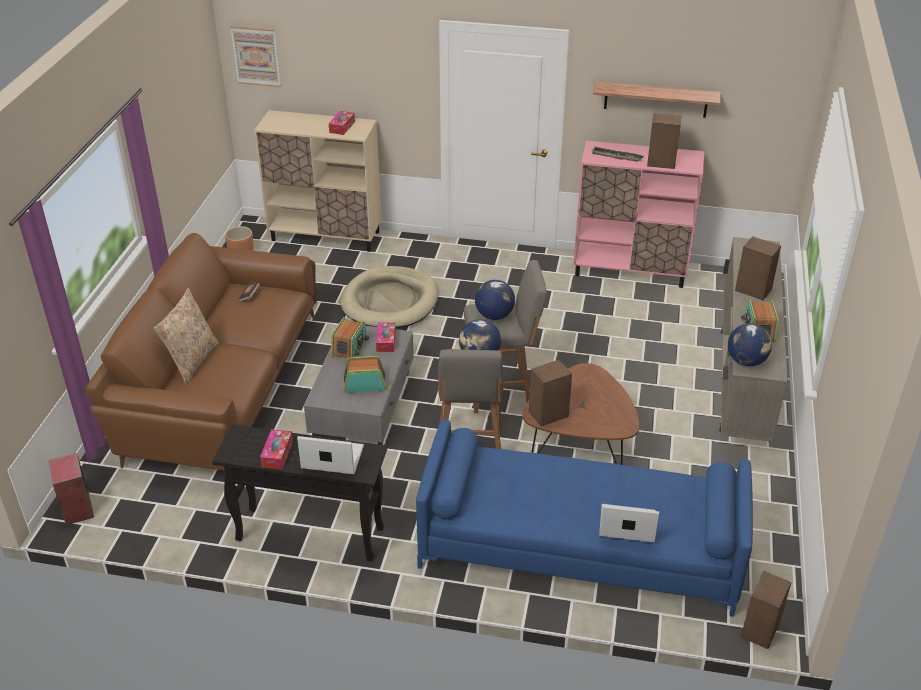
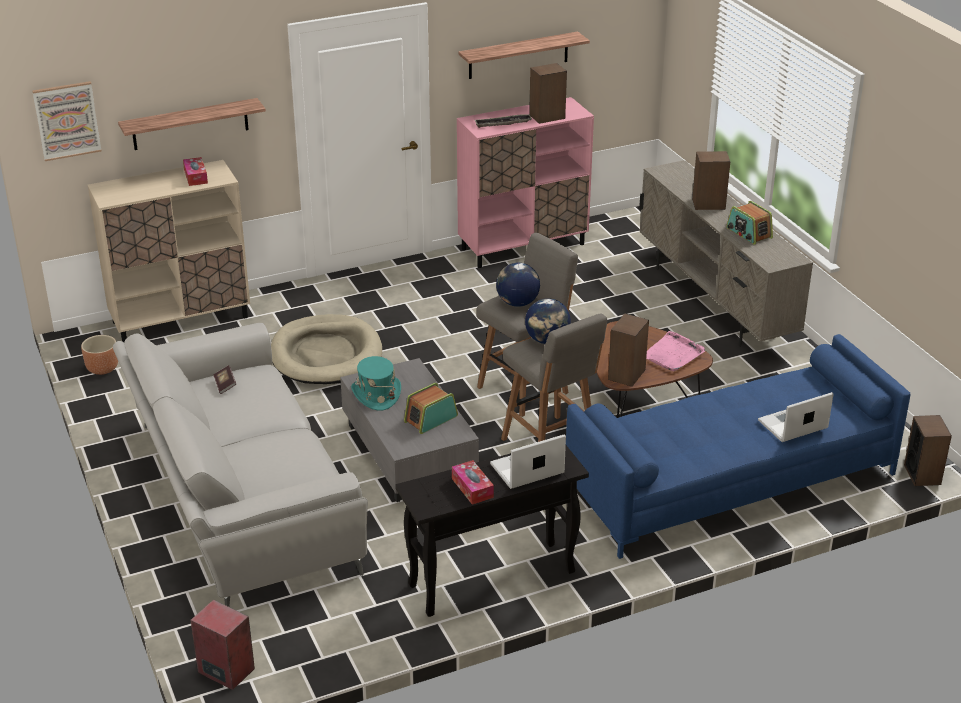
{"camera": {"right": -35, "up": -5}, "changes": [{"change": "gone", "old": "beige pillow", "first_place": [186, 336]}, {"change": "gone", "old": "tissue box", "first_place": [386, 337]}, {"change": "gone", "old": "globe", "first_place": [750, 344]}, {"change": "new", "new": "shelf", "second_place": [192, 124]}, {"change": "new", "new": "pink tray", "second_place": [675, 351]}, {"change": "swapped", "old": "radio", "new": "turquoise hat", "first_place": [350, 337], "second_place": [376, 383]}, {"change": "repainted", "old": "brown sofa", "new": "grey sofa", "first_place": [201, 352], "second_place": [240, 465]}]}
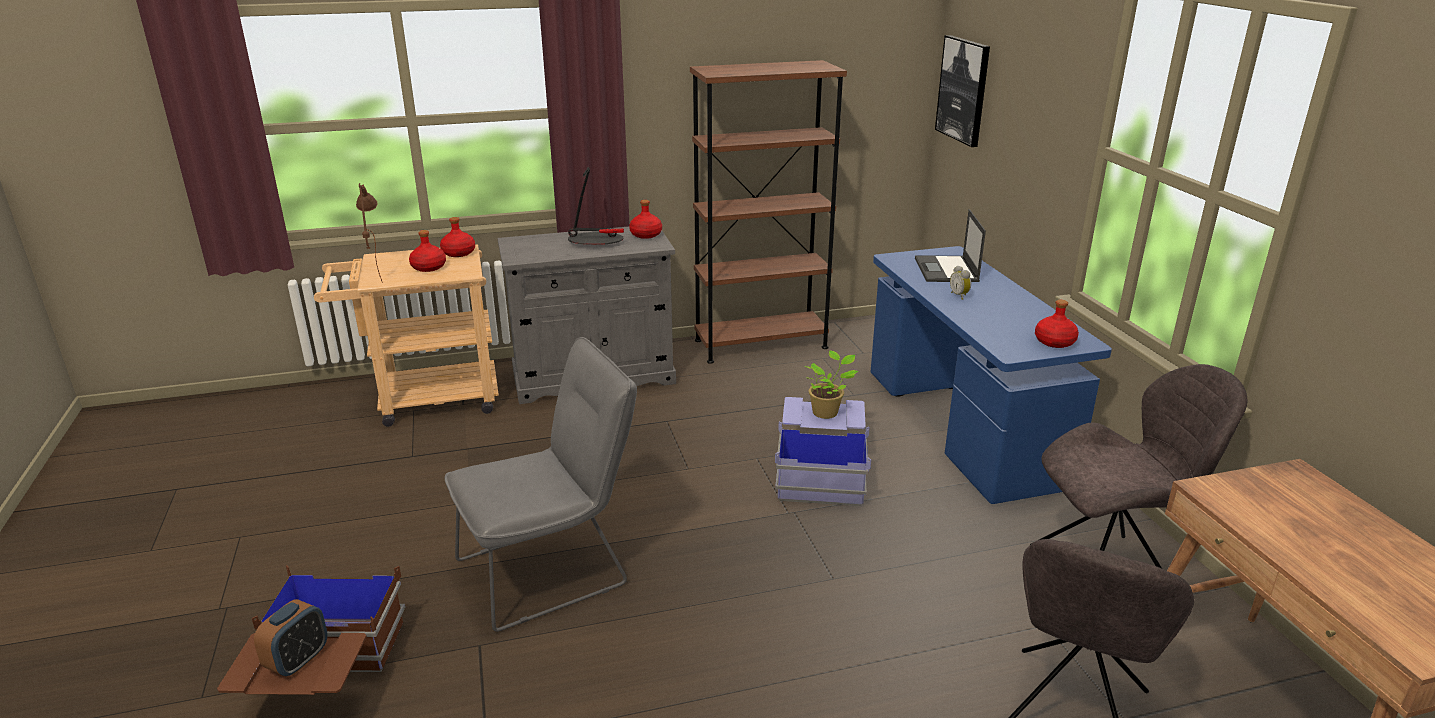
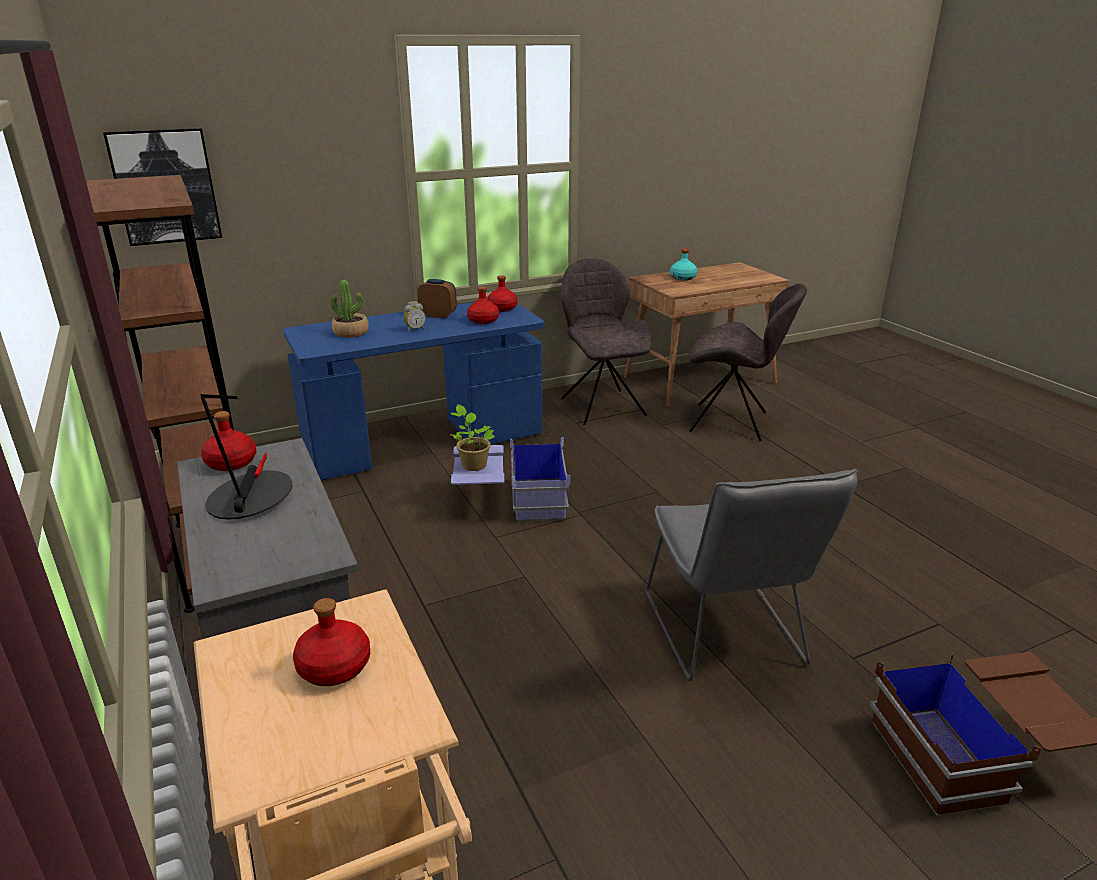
{"camera": {"right": -100, "up": 0}, "changes": [{"change": "gone", "old": "brown table lamp", "first_place": [369, 233]}, {"change": "new", "new": "turquoise bottle", "second_place": [683, 264]}, {"change": "shifted", "old": "alarm clock", "first_place": [290, 637], "second_place": [437, 298]}, {"change": "shifted", "old": "red bottle", "first_place": [457, 237], "second_place": [483, 305]}, {"change": "swapped", "old": "laptop", "new": "potted plant", "first_place": [950, 245], "second_place": [350, 309]}, {"change": "rotated", "old": "grey chair", "first_place": [541, 484], "second_place": [752, 575], "degrees": -150}]}
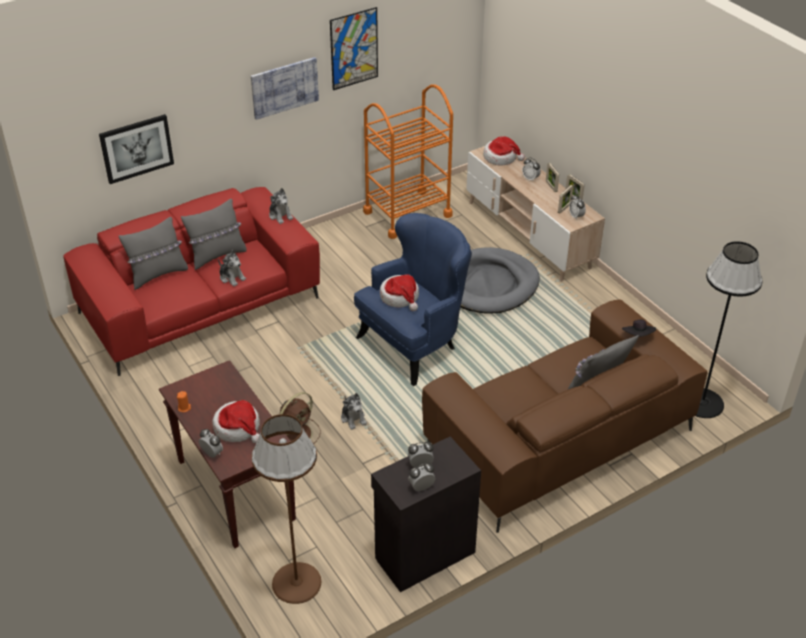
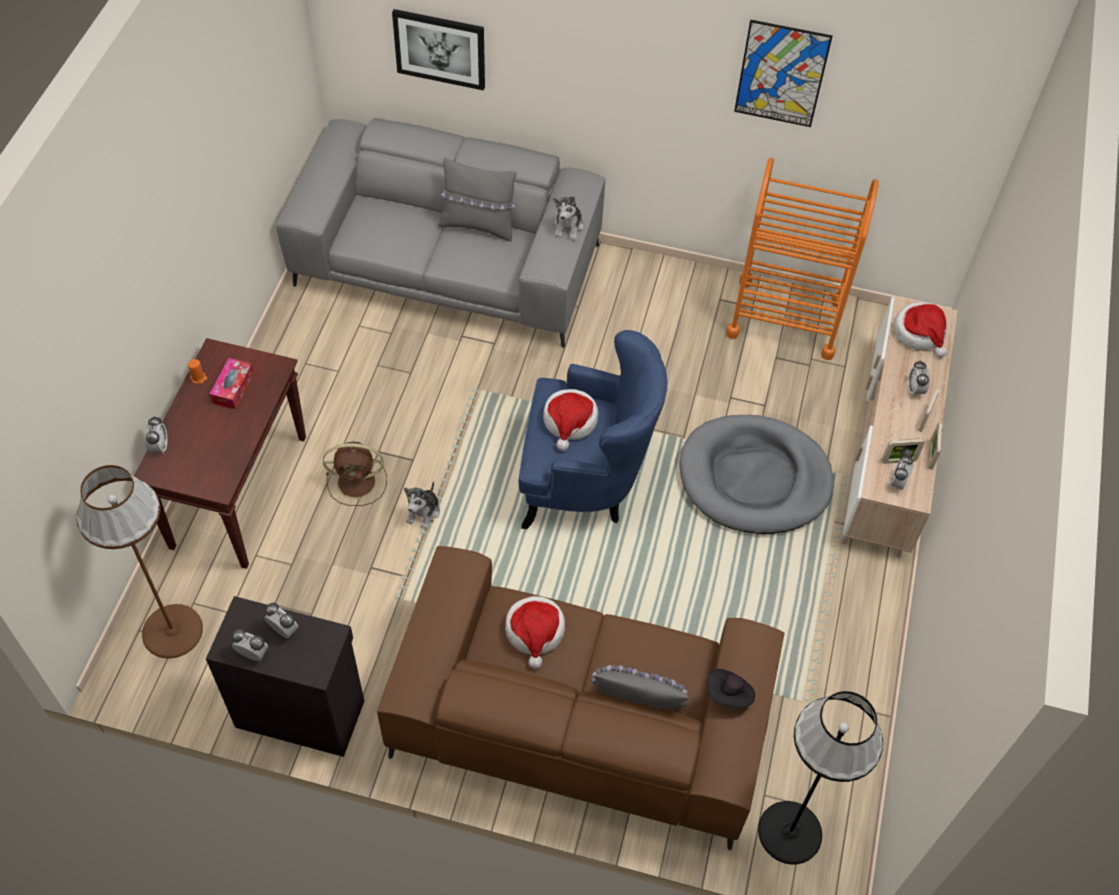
{"camera": {"right": 45, "up": 15}, "changes": [{"change": "gone", "old": "grey pillow", "first_place": [153, 253]}, {"change": "gone", "old": "plush toy", "first_place": [232, 268]}, {"change": "gone", "old": "picture", "first_place": [285, 88]}, {"change": "new", "new": "tissue box", "second_place": [232, 383]}, {"change": "shifted", "old": "hat", "first_place": [236, 422], "second_place": [535, 632]}, {"change": "repainted", "old": "red sofa", "new": "grey sofa", "first_place": [191, 281], "second_place": [440, 233]}]}
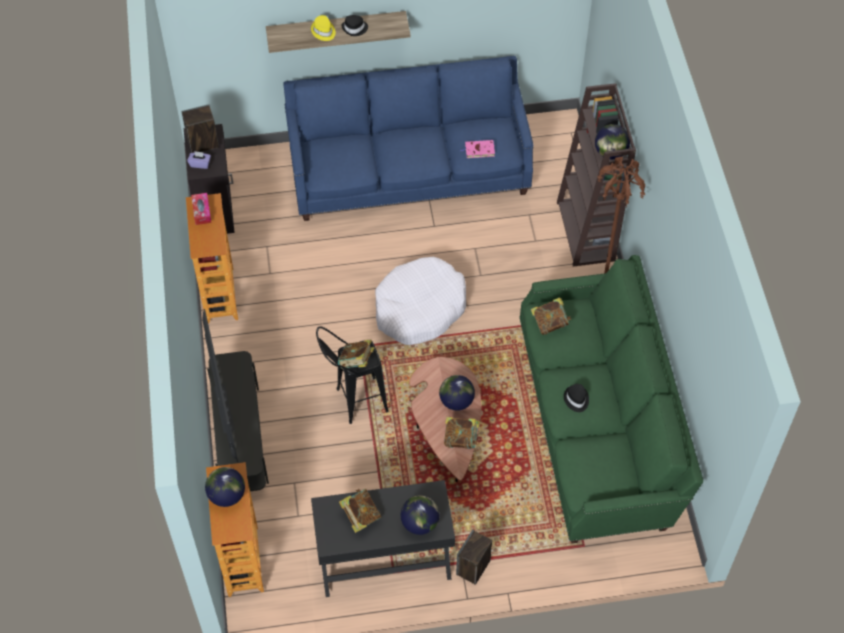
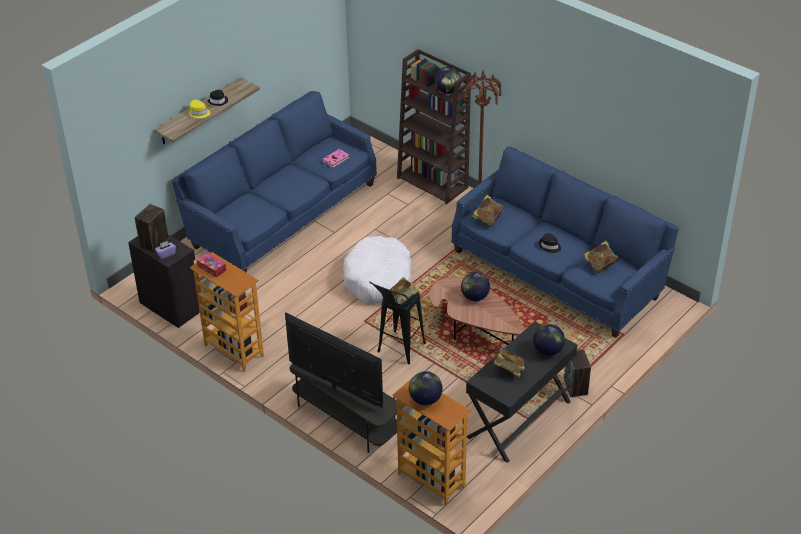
{"camera": {"right": -40, "up": -15}, "changes": [{"change": "shifted", "old": "book", "first_place": [462, 433], "second_place": [601, 257]}, {"change": "repainted", "old": "green sofa", "new": "blue sofa", "first_place": [611, 399], "second_place": [565, 242]}]}
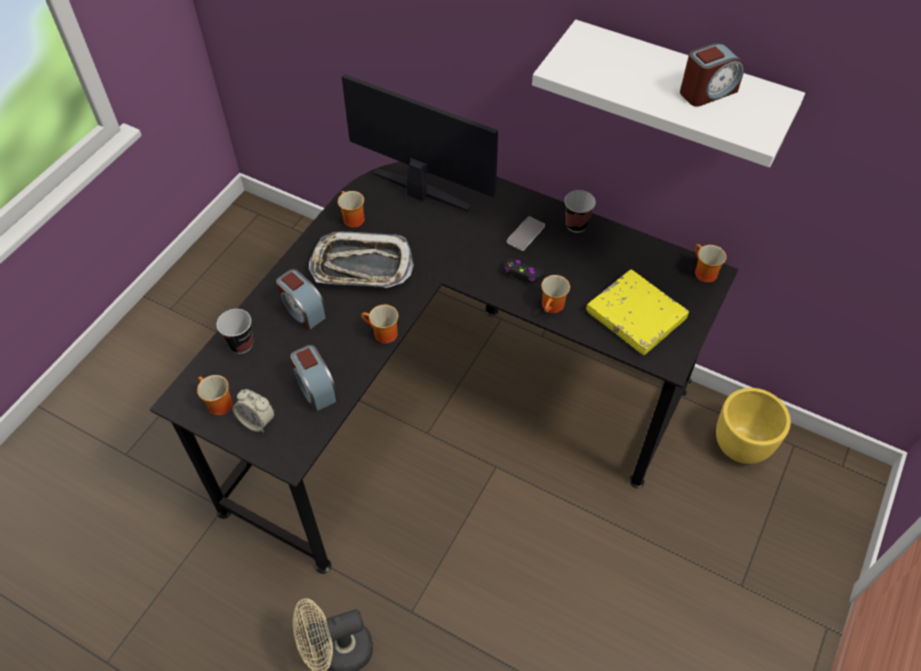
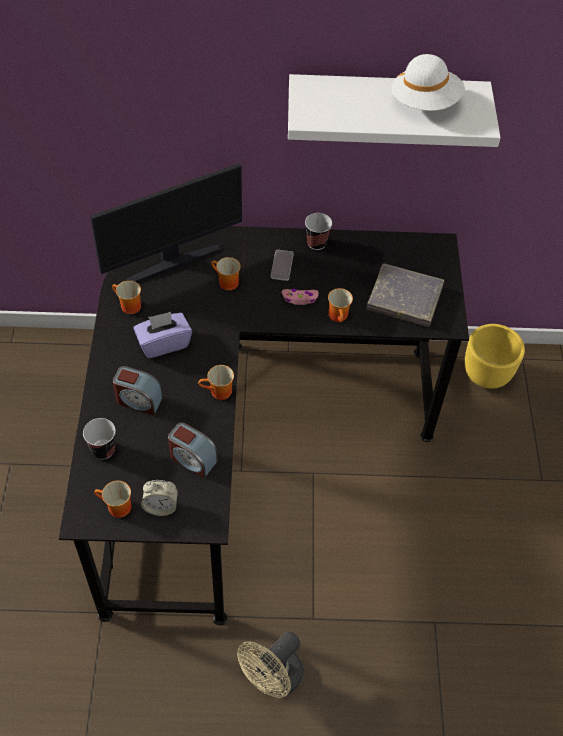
{"camera": {"right": -30, "up": 0}, "changes": [{"change": "shifted", "old": "mug", "first_place": [710, 263], "second_place": [226, 273]}, {"change": "swapped", "old": "tray", "new": "purple tissue box", "first_place": [361, 259], "second_place": [162, 335]}, {"change": "swapped", "old": "alarm clock", "new": "white hat", "first_place": [712, 75], "second_place": [428, 82]}, {"change": "repainted", "old": "black game controller", "new": "pink game controller", "first_place": [525, 270], "second_place": [300, 297]}, {"change": "repainted", "old": "yellow book", "new": "grey book", "first_place": [637, 312], "second_place": [405, 295]}, {"change": "rotated", "old": "monitor", "first_place": [420, 143], "second_place": [166, 223], "degrees": 150}]}
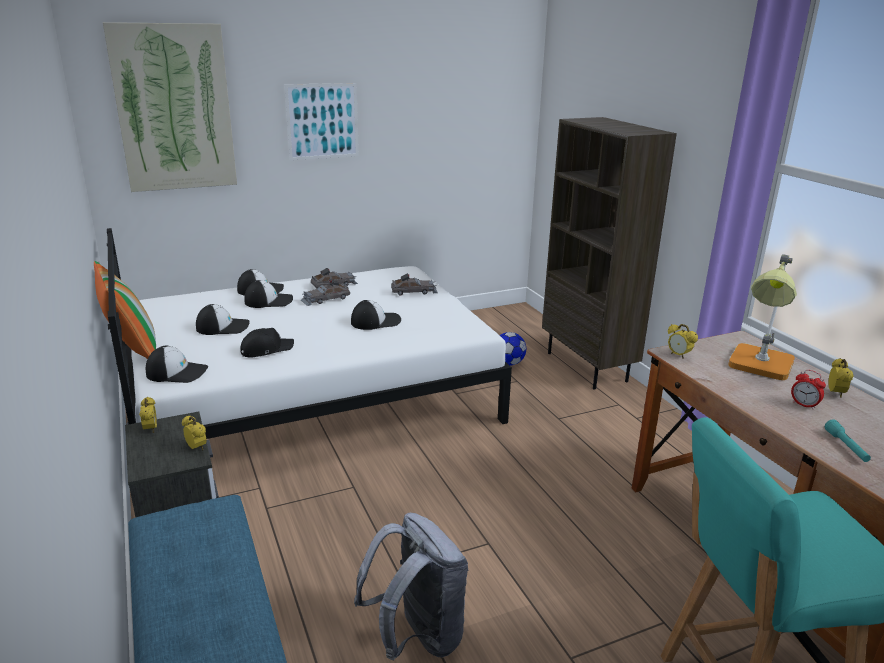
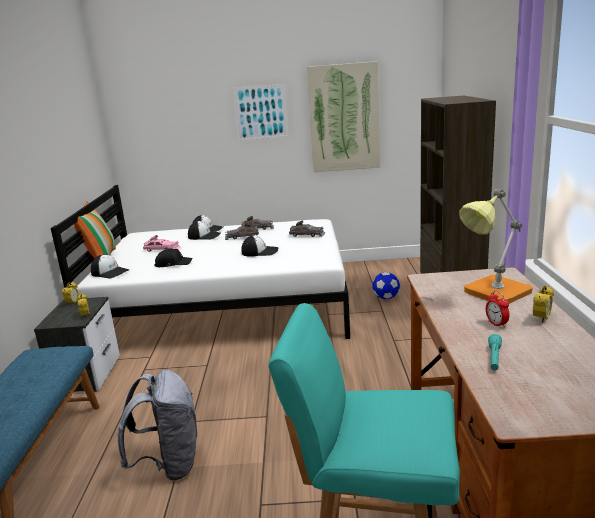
{"camera": {"right": 25, "up": -5}, "changes": [{"change": "gone", "old": "alarm clock", "first_place": [683, 341]}, {"change": "shifted", "old": "picture", "first_place": [170, 107], "second_place": [343, 116]}, {"change": "swapped", "old": "cap", "new": "pink toy car", "first_place": [223, 319], "second_place": [162, 243]}]}
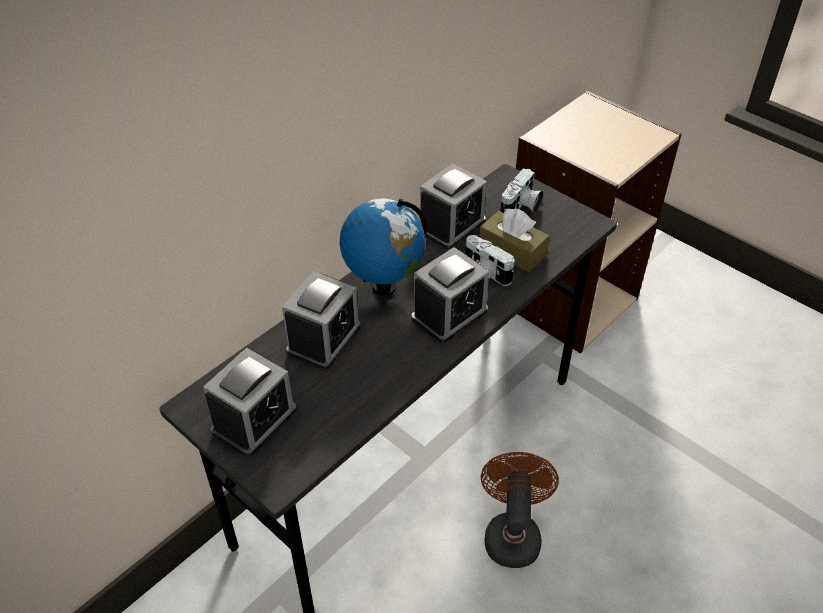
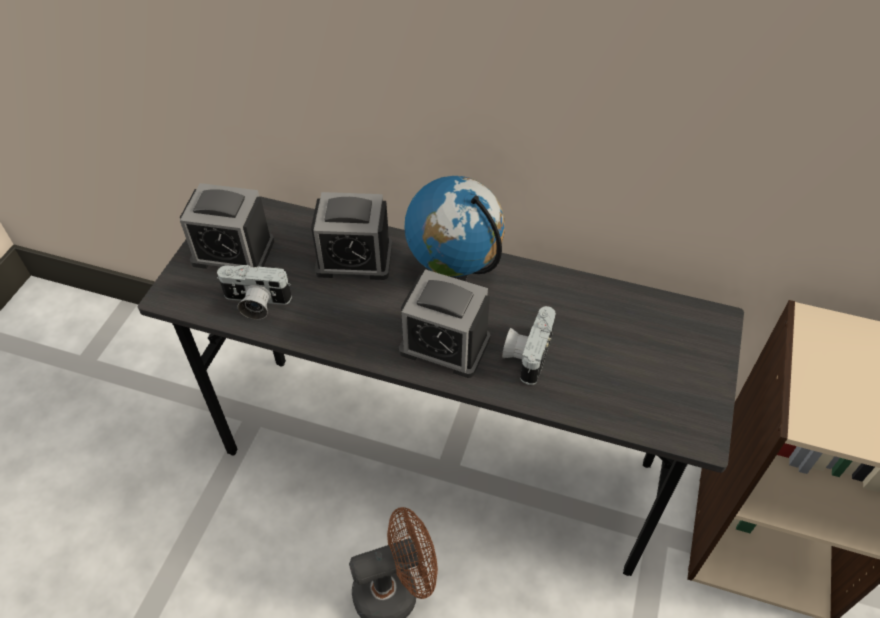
{"camera": {"right": 65, "up": 5}, "changes": [{"change": "gone", "old": "alarm clock", "first_place": [453, 206]}, {"change": "gone", "old": "brown tissue box", "first_place": [514, 240]}, {"change": "shifted", "old": "photo camera", "first_place": [522, 190], "second_place": [254, 292]}]}
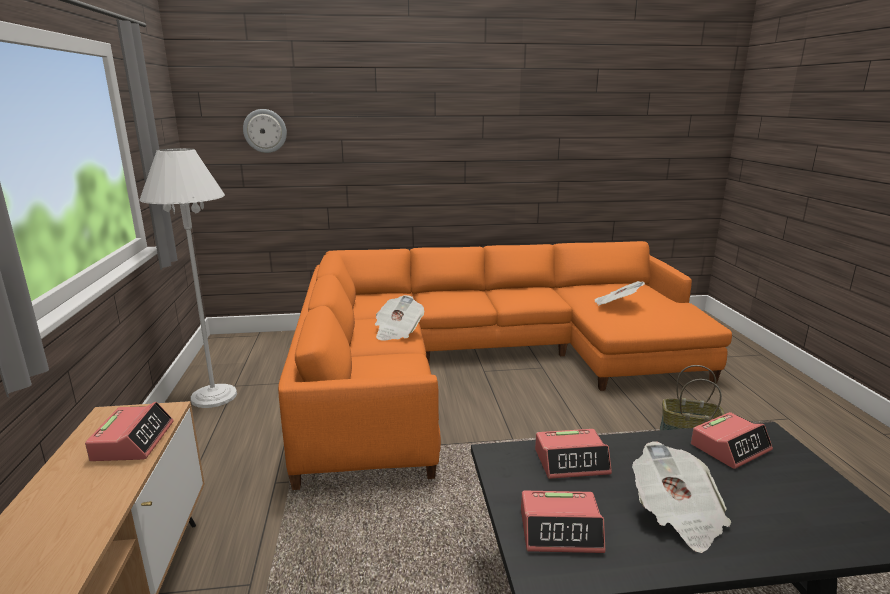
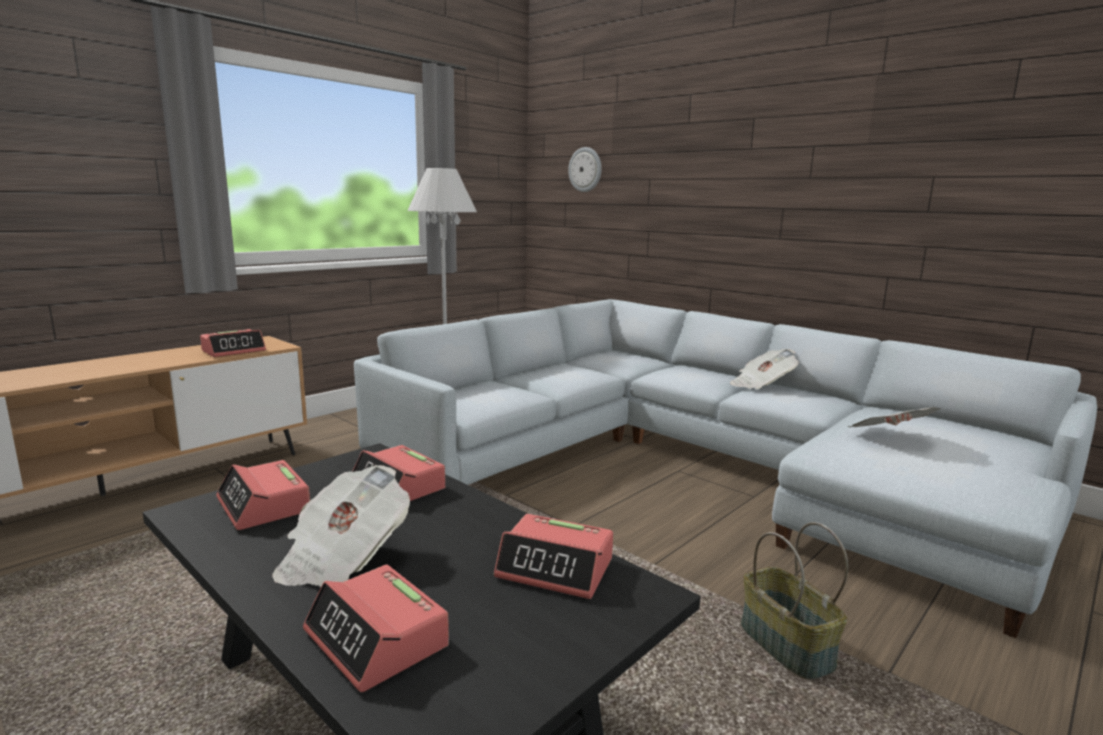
{"camera": {"right": 50, "up": -5}, "changes": [{"change": "new", "new": "alarm clock", "second_place": [376, 628]}, {"change": "shifted", "old": "newspaper", "first_place": [399, 318], "second_place": [764, 369]}, {"change": "repainted", "old": "orange sofa", "new": "grey sofa", "first_place": [505, 365], "second_place": [725, 468]}]}
